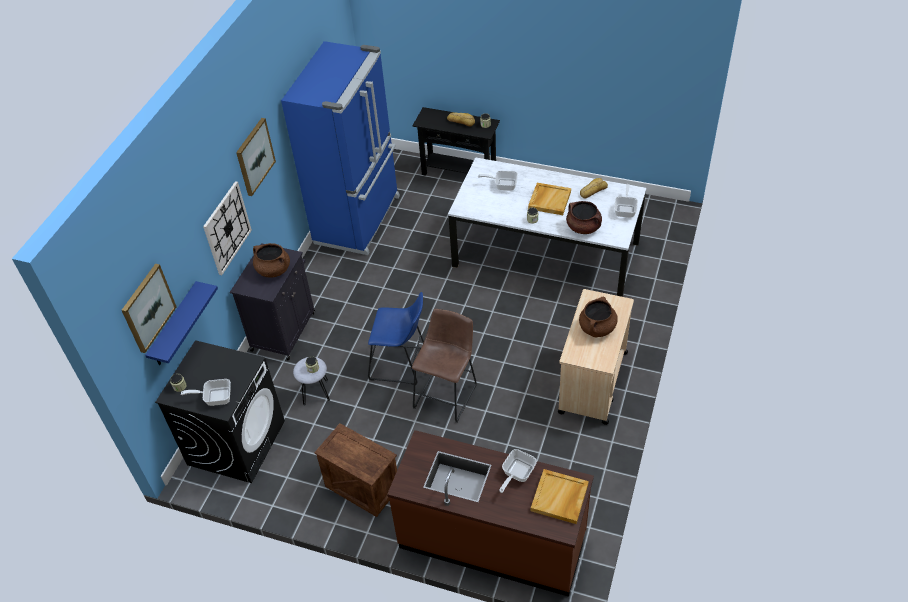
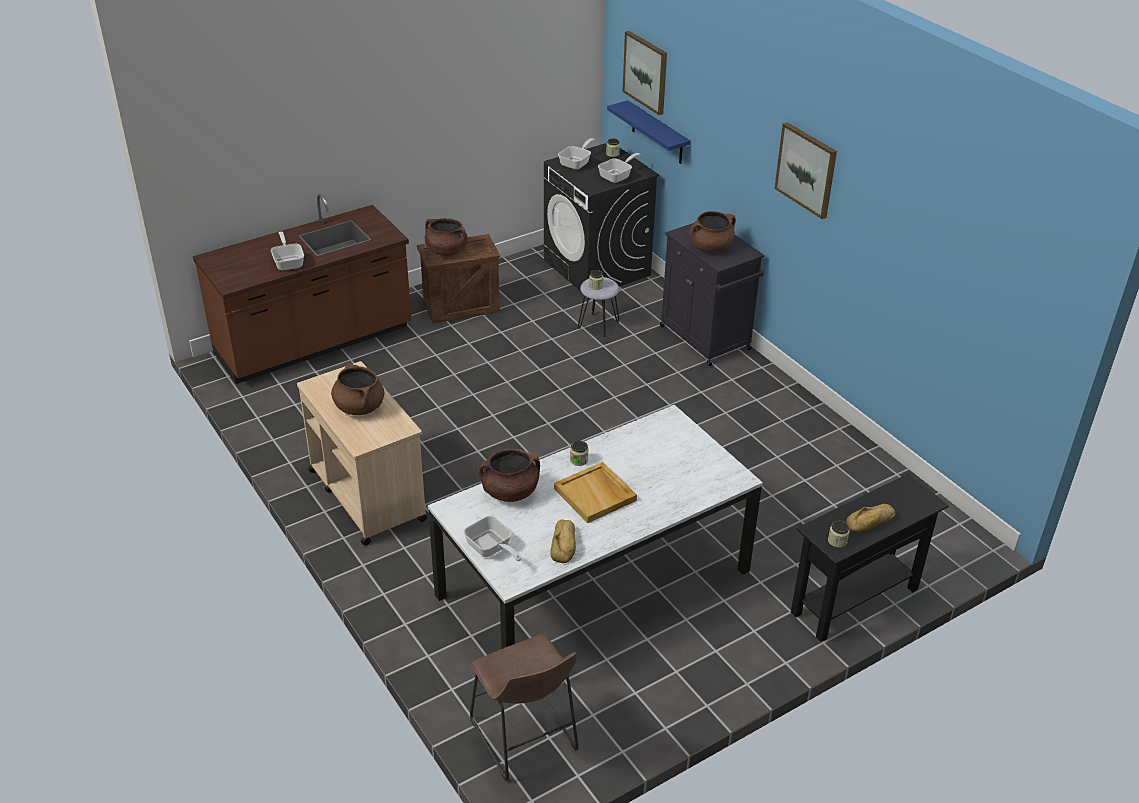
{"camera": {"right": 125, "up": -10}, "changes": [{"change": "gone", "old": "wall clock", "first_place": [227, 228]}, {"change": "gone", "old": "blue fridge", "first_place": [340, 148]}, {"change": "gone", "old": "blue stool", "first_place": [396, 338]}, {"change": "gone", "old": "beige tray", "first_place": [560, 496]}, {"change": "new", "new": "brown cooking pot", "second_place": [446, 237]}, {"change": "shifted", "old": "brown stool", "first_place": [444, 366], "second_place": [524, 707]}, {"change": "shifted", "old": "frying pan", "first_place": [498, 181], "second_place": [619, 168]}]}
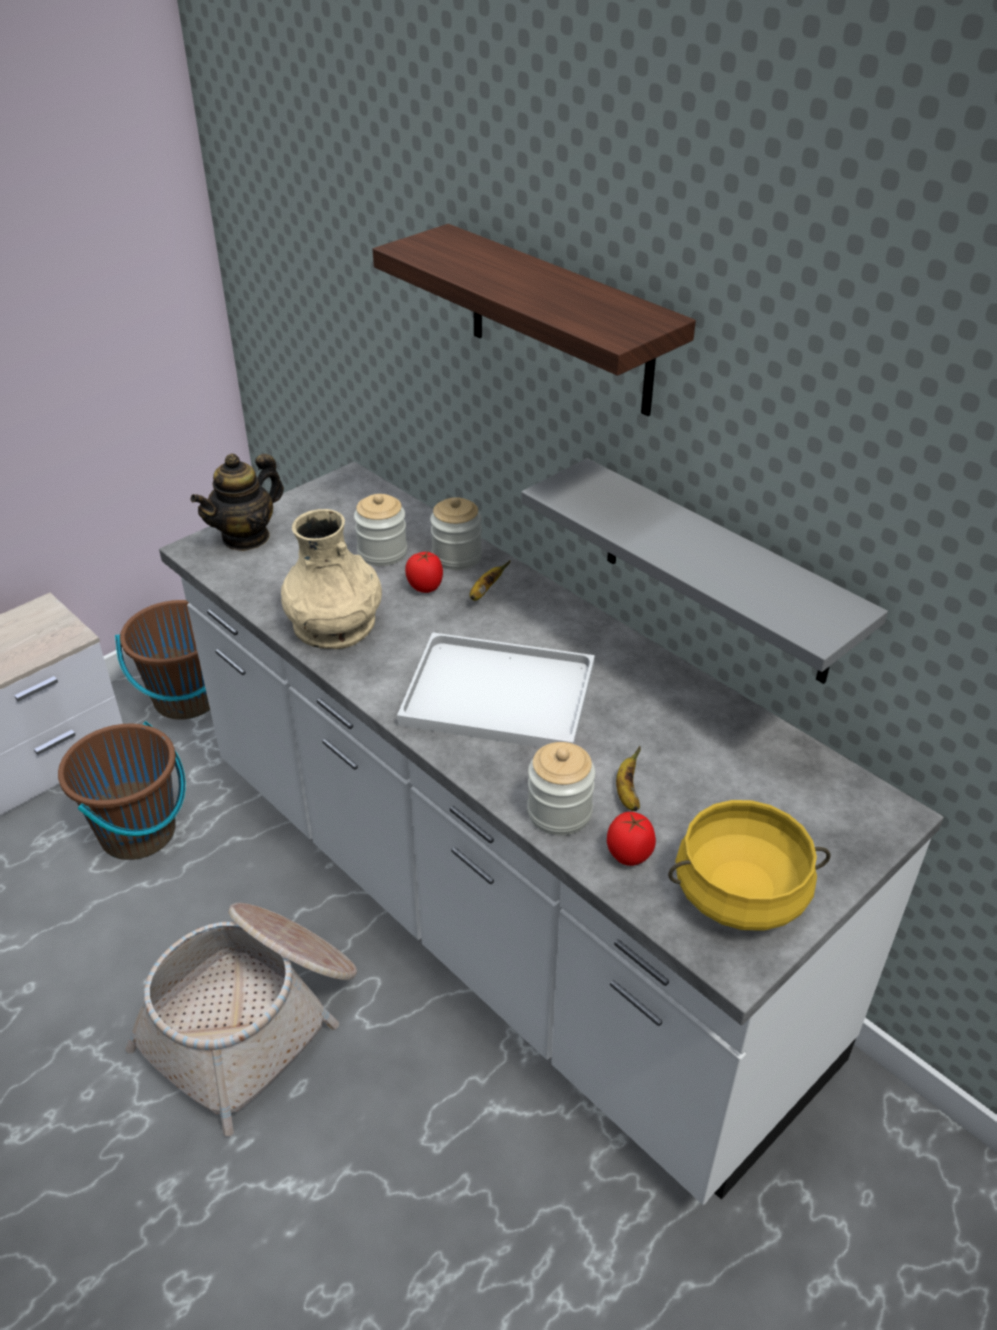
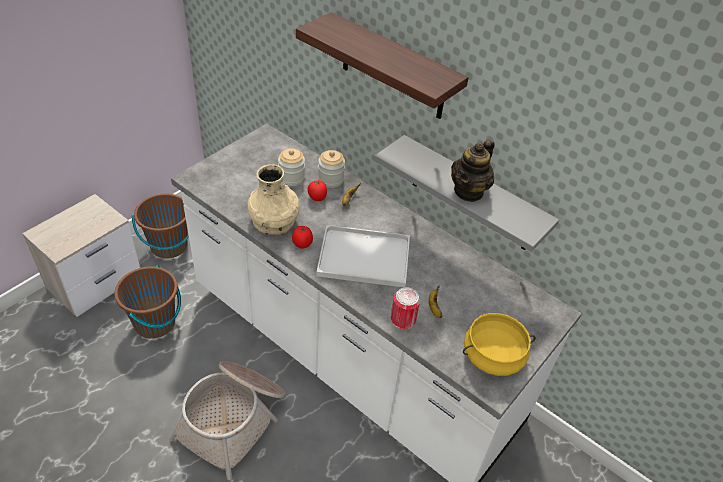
{"camera": {"right": -10, "up": 5}, "changes": [{"change": "shifted", "old": "teapot", "first_place": [237, 502], "second_place": [473, 170]}, {"change": "shifted", "old": "tomato", "first_place": [631, 839], "second_place": [302, 237]}, {"change": "swapped", "old": "jar", "new": "can", "first_place": [561, 788], "second_place": [405, 308]}]}
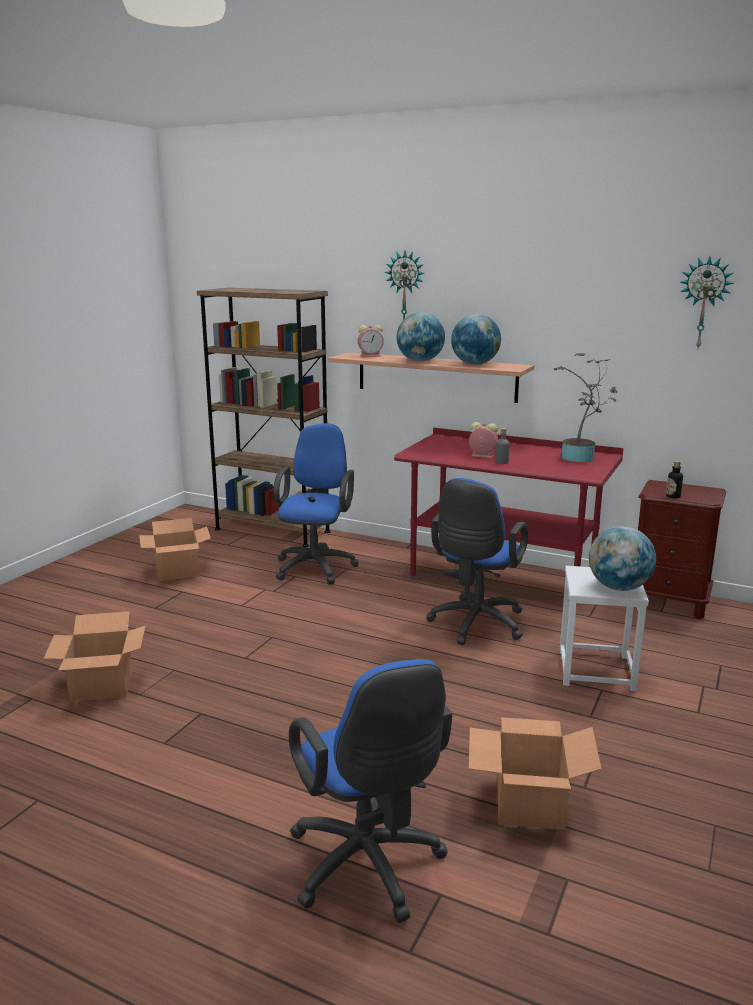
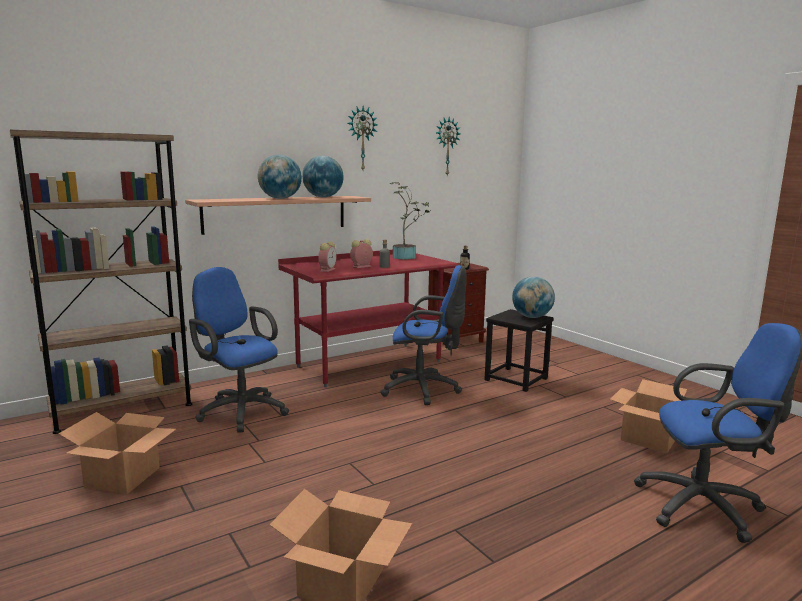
{"camera": {"right": -60, "up": -5}, "changes": [{"change": "shifted", "old": "alarm clock", "first_place": [371, 341], "second_place": [327, 256]}, {"change": "shifted", "old": "wall clock", "first_place": [405, 285], "second_place": [363, 138]}, {"change": "repainted", "old": "white stool", "new": "black stool", "first_place": [604, 628], "second_place": [519, 350]}, {"change": "rotated", "old": "blue office chair", "first_place": [477, 561], "second_place": [423, 335], "degrees": -45}]}
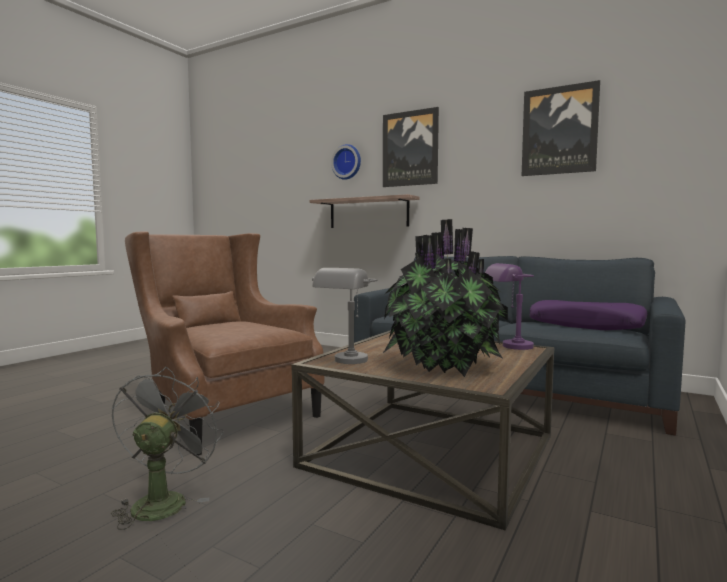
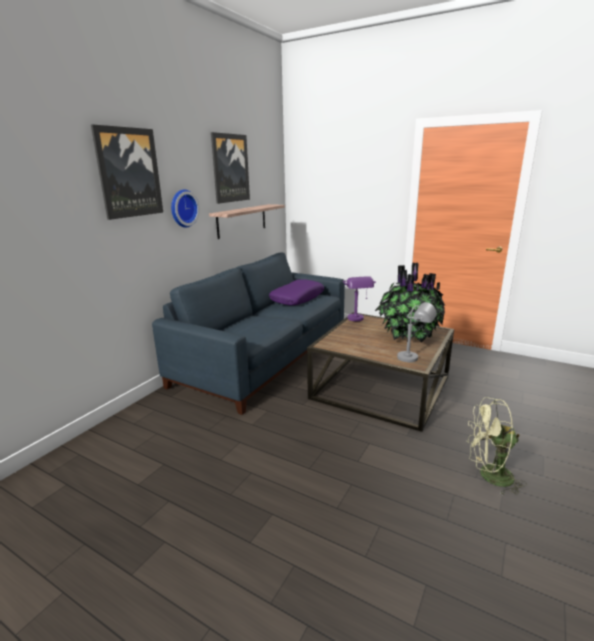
{"camera": {"right": -90, "up": 15}, "changes": [{"change": "gone", "old": "brown armchair", "first_place": [225, 343]}, {"change": "shifted", "old": "shelf", "first_place": [364, 211], "second_place": [247, 221]}, {"change": "shifted", "old": "wall clock", "first_place": [346, 162], "second_place": [185, 208]}, {"change": "repainted", "old": "grey fan", "new": "green fan", "first_place": [167, 448], "second_place": [497, 446]}]}
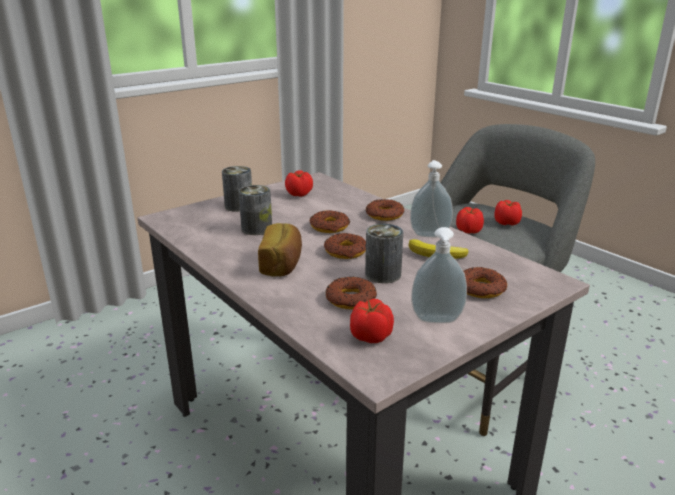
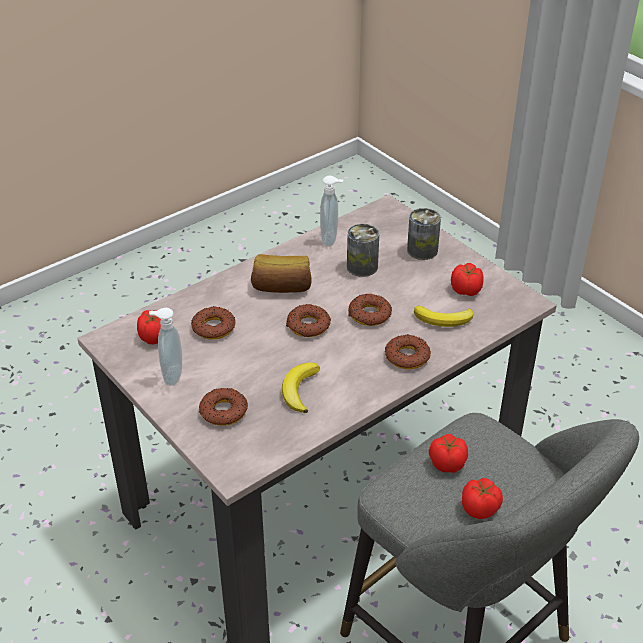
{"camera": {"right": 90, "up": 15}, "changes": [{"change": "gone", "old": "can", "first_place": [384, 253]}, {"change": "new", "new": "banana", "second_place": [443, 316]}, {"change": "shifted", "old": "soap dispenser", "first_place": [431, 198], "second_place": [331, 211]}]}
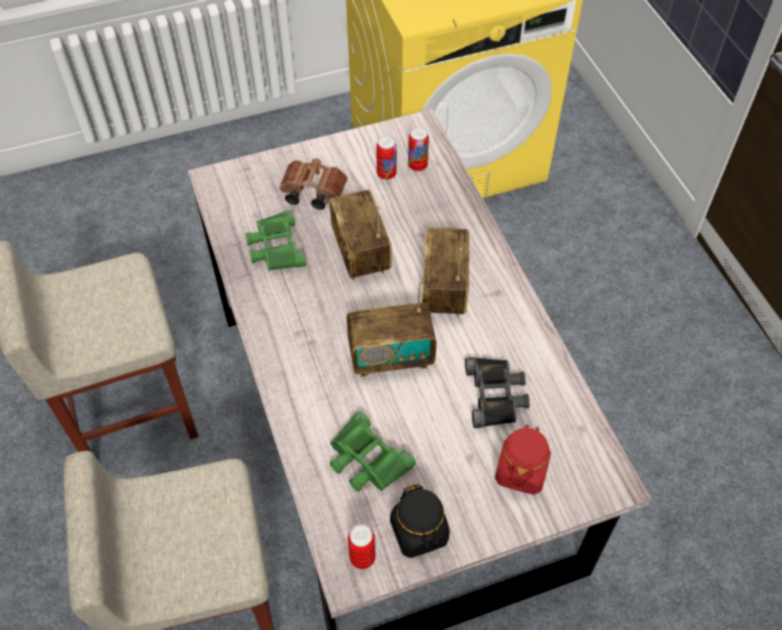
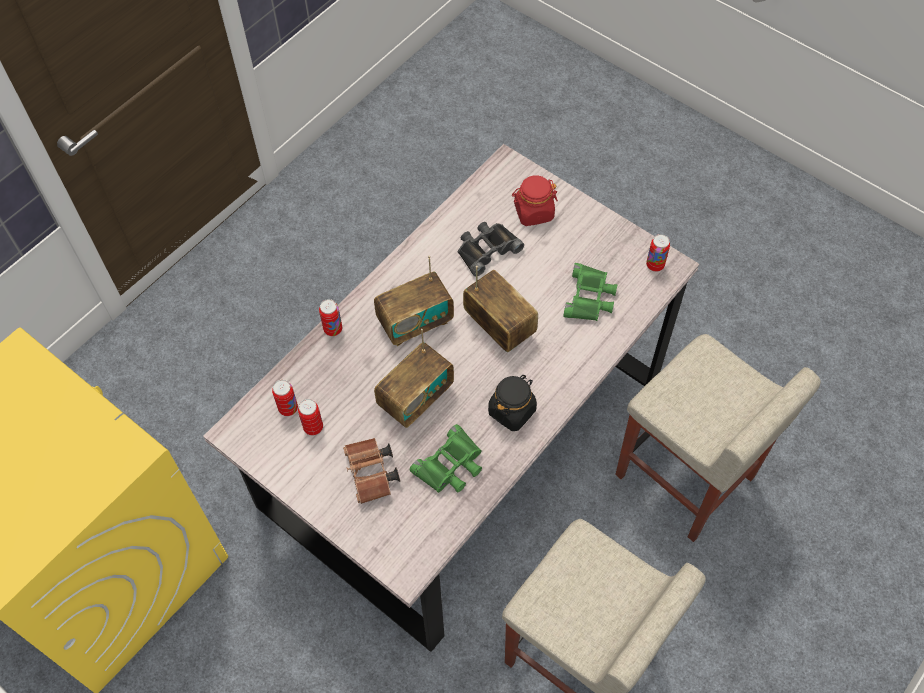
{"camera": {"right": -120, "up": 5}, "changes": [{"change": "new", "new": "can", "second_place": [330, 317]}, {"change": "shifted", "old": "black jar", "first_place": [420, 521], "second_place": [512, 403]}]}
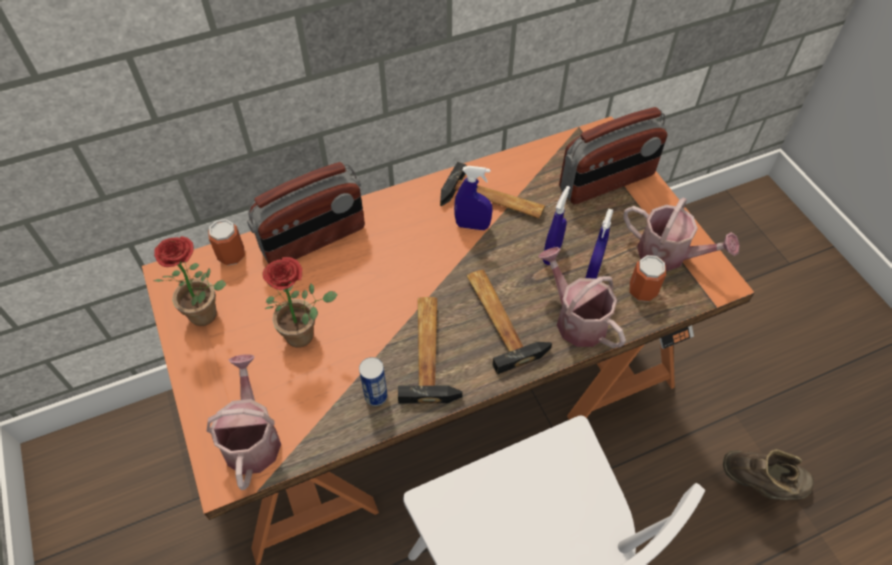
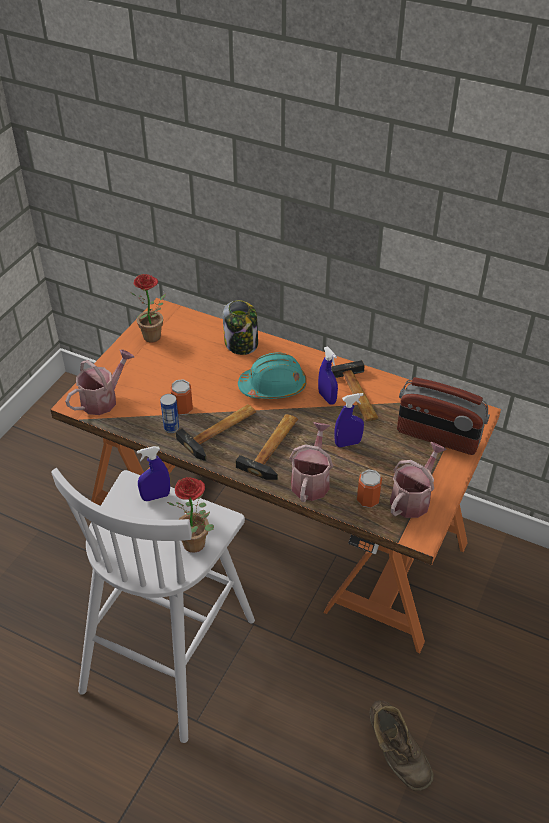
{"camera": {"right": 50, "up": -10}, "changes": [{"change": "new", "new": "turquoise hard hat", "second_place": [272, 376]}, {"change": "shifted", "old": "can", "first_place": [226, 242], "second_place": [181, 397]}, {"change": "shifted", "old": "potted plant", "first_place": [300, 302], "second_place": [190, 515]}, {"change": "shifted", "old": "blue spray bottle", "first_place": [599, 244], "second_place": [153, 473]}, {"change": "swapped", "old": "radio", "new": "jar", "first_place": [306, 213], "second_place": [240, 327]}, {"change": "rotated", "old": "watering can", "first_place": [681, 234], "second_place": [418, 480], "degrees": -135}]}
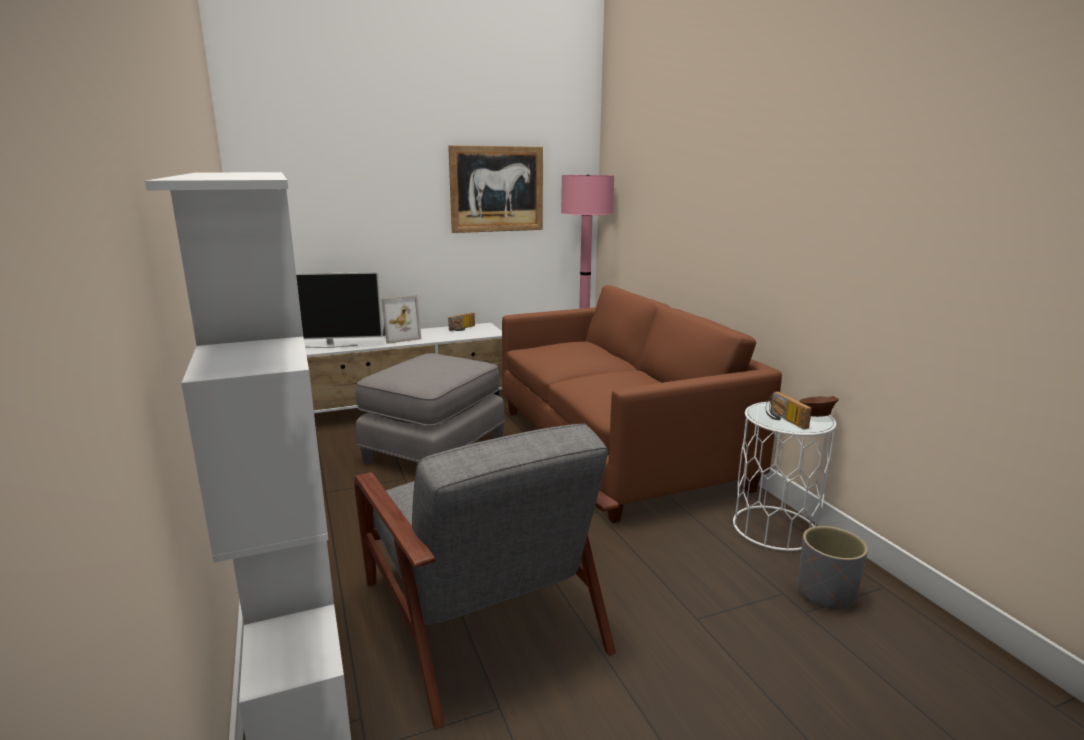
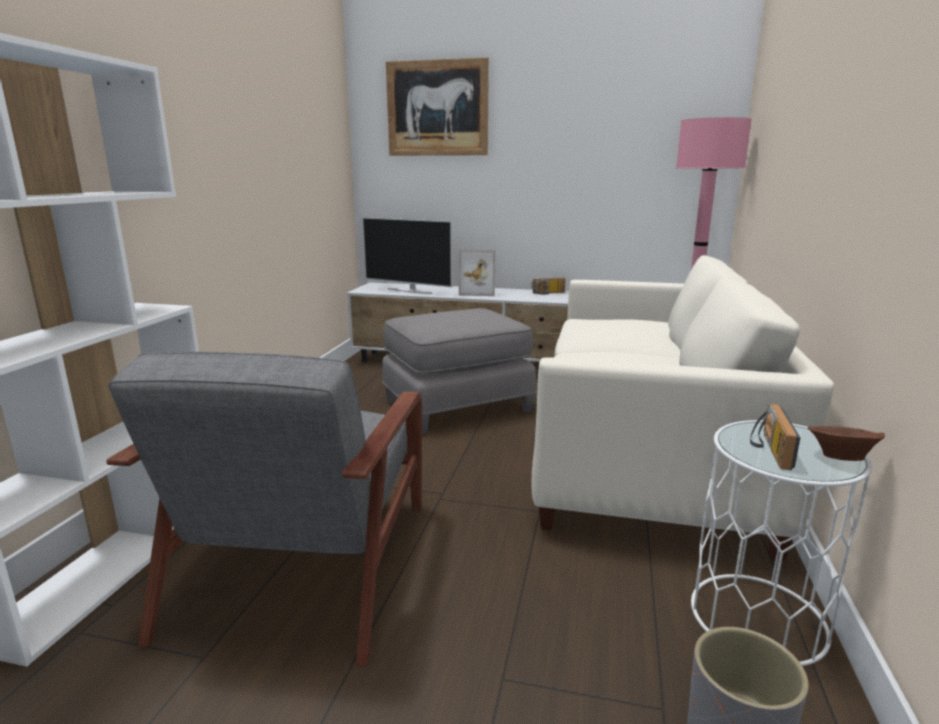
{"camera": {"right": 35, "up": 0}, "changes": [{"change": "shifted", "old": "picture", "first_place": [495, 189], "second_place": [437, 106]}, {"change": "repainted", "old": "brown sofa", "new": "white sofa", "first_place": [642, 404], "second_place": [682, 408]}]}
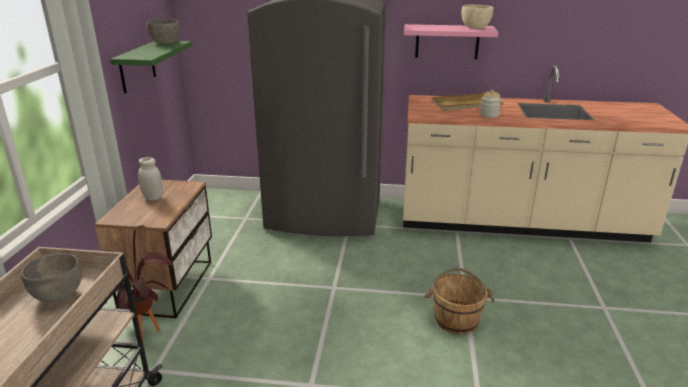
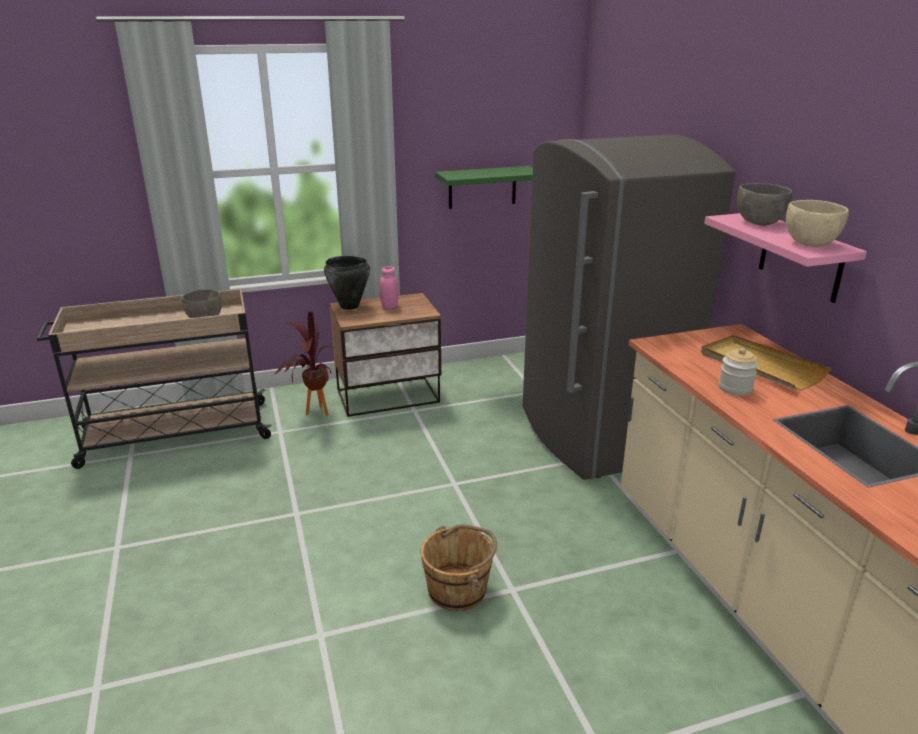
{"camera": {"right": 65, "up": 0}, "changes": [{"change": "new", "new": "black cooking pot", "second_place": [347, 283]}, {"change": "shifted", "old": "grey bowl", "first_place": [163, 31], "second_place": [765, 204]}, {"change": "repainted", "old": "white jar", "new": "pink jar", "first_place": [150, 178], "second_place": [388, 287]}]}
